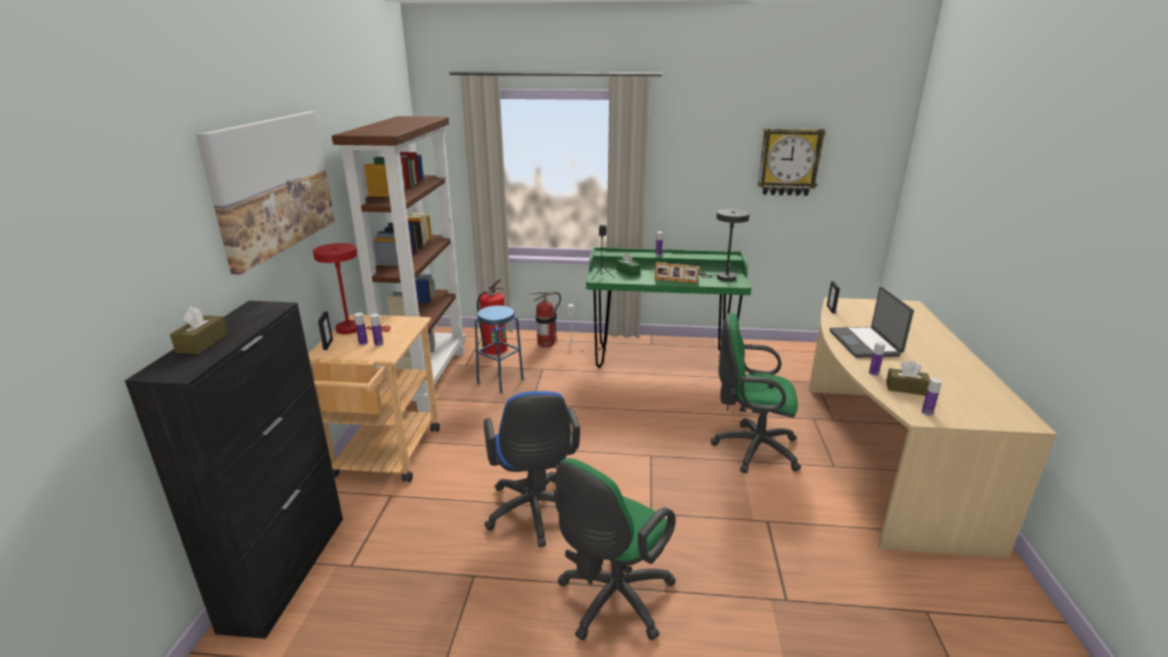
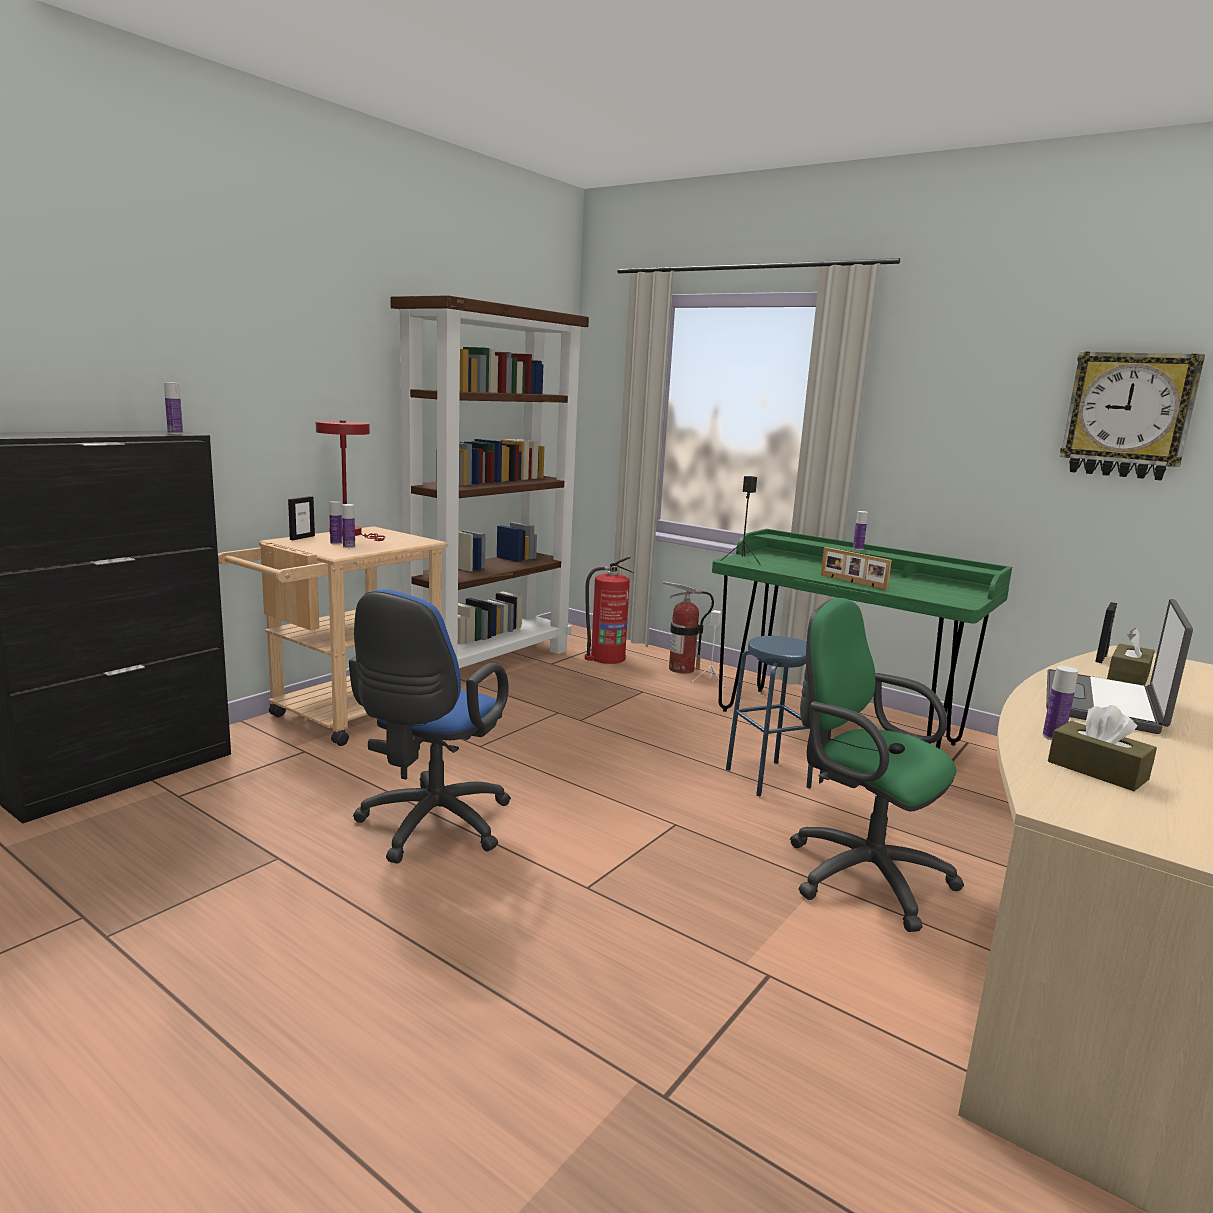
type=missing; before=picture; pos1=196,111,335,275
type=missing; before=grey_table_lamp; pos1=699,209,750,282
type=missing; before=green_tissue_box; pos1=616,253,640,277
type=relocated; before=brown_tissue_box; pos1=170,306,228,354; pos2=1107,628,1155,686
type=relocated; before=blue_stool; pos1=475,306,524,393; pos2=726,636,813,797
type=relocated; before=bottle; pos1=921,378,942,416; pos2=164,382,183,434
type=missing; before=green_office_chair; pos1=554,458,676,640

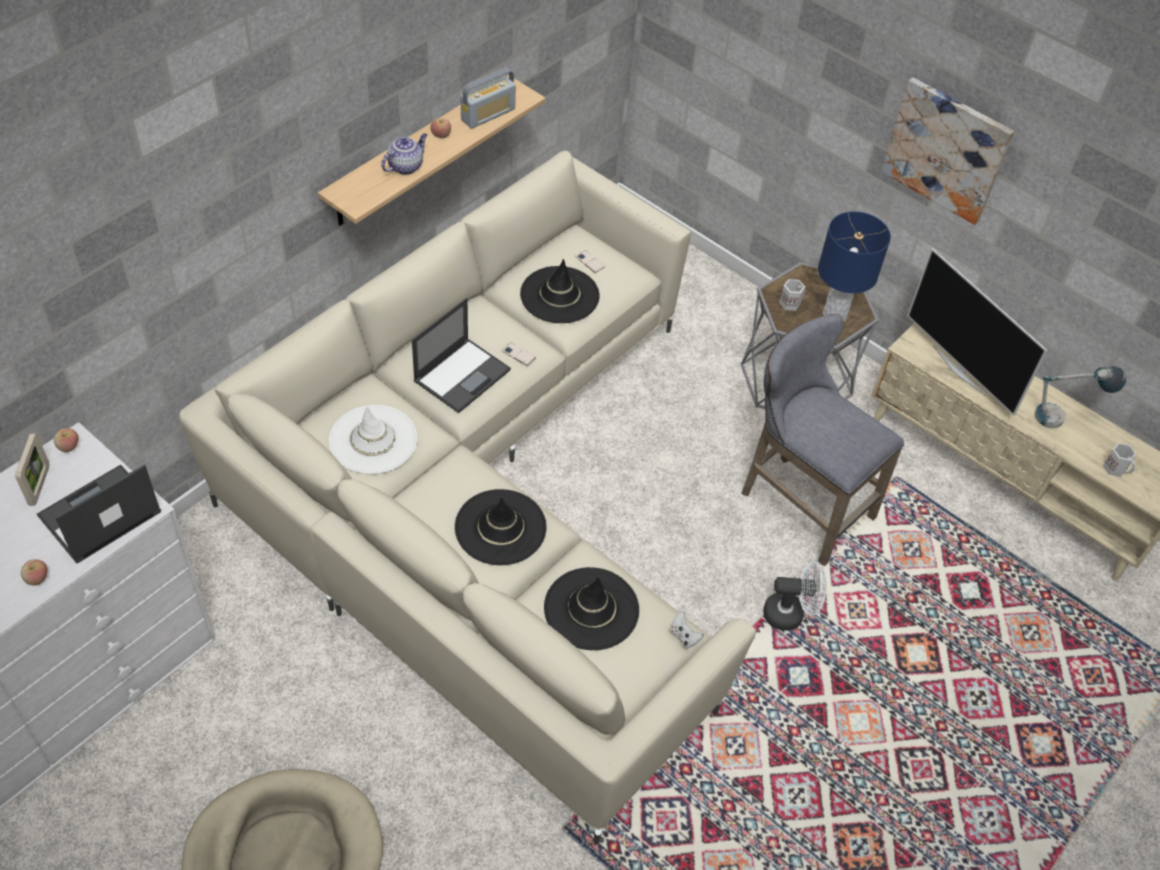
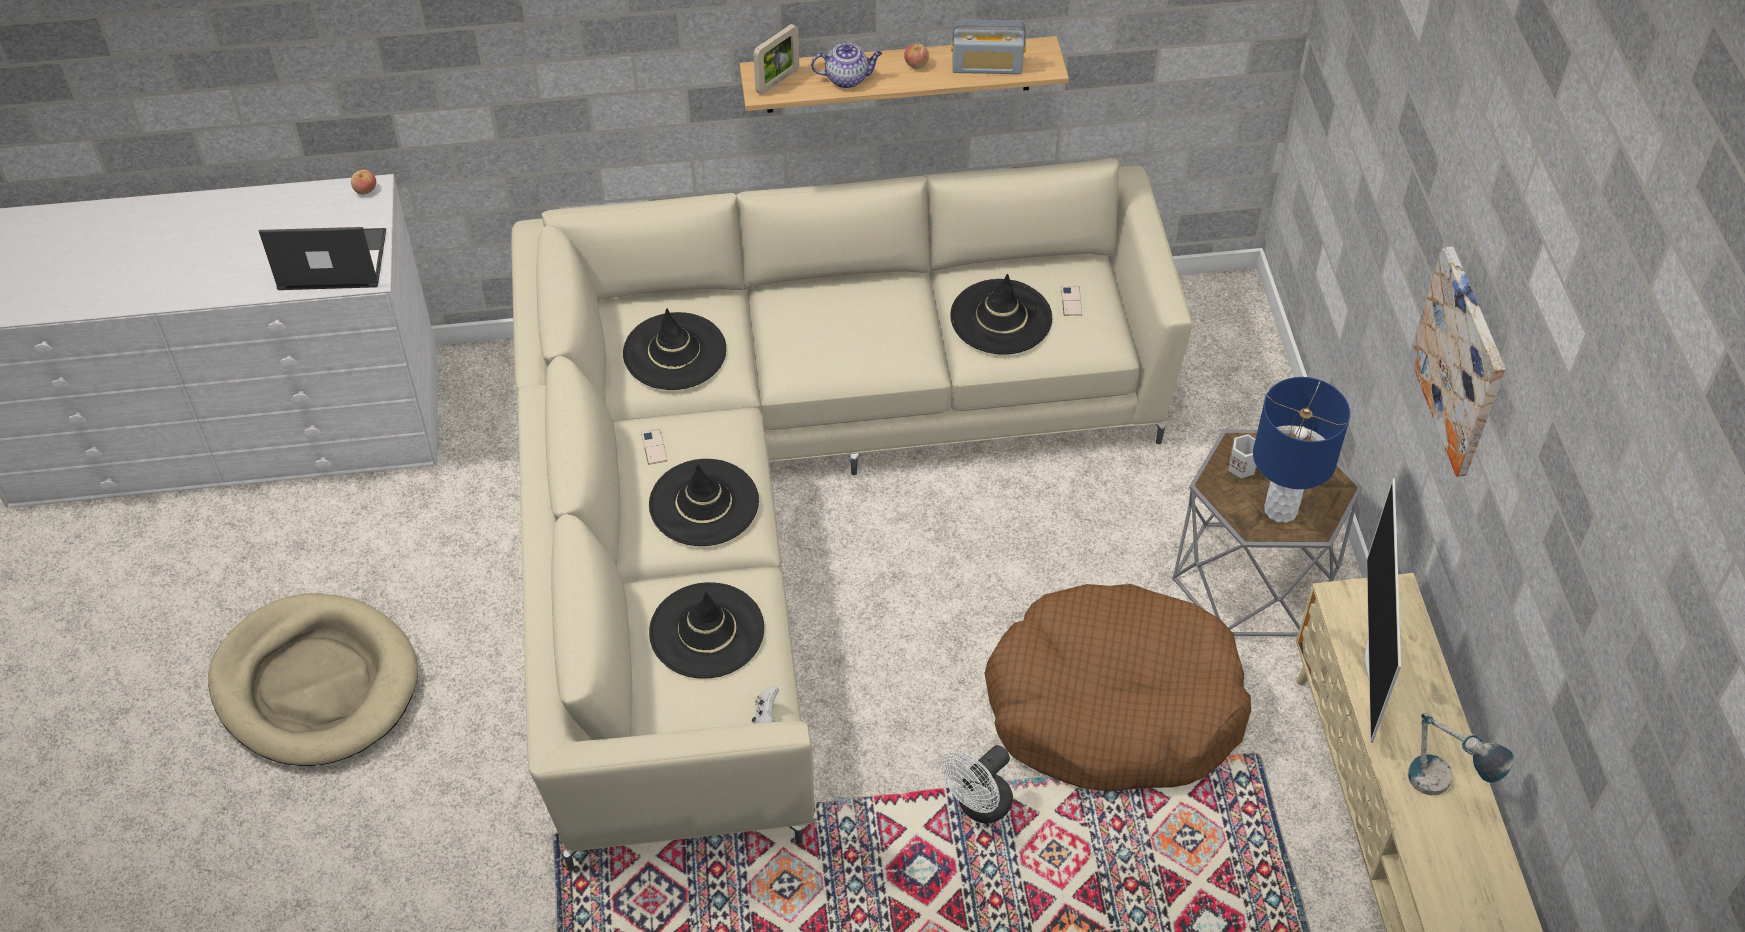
type=missing; before=laptop; pos1=412,298,511,413
type=exchanged; before=grey_stool; after=brown_dog_bed; pos1=741,314,904,566; pos2=985,584,1251,791
type=relocated; before=phone; pos1=502,342,536,366; pos2=641,429,667,465
type=colour; before=white_hat; after=black_hat; pos1=329,405,417,474; pos2=623,308,726,390
type=relocated; before=picture_frame; pos1=15,434,49,506; pos2=753,24,799,95
type=missing; before=white_mug; pos1=1103,443,1136,477
type=missing; before=apple; pos1=21,559,48,586
type=spun; before=white_fan; pos1=763,561,827,631; pos2=942,745,1013,824; turn=90

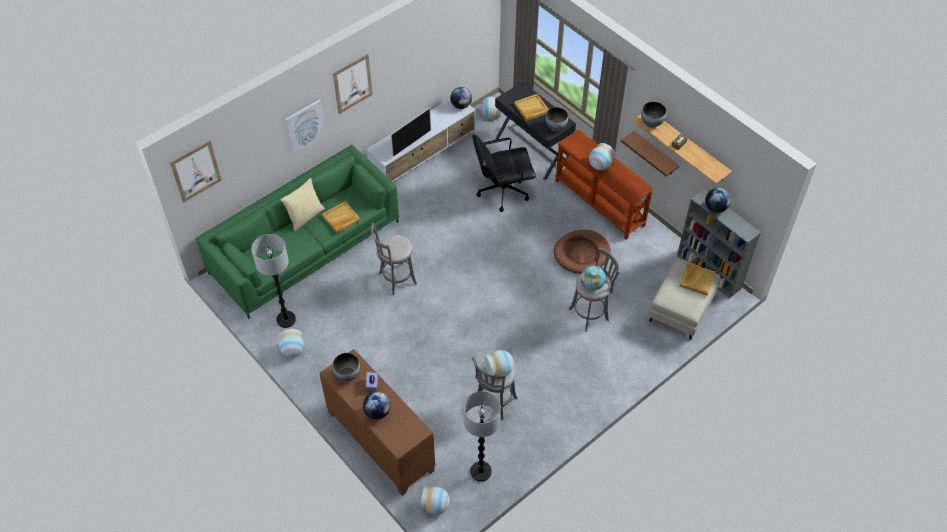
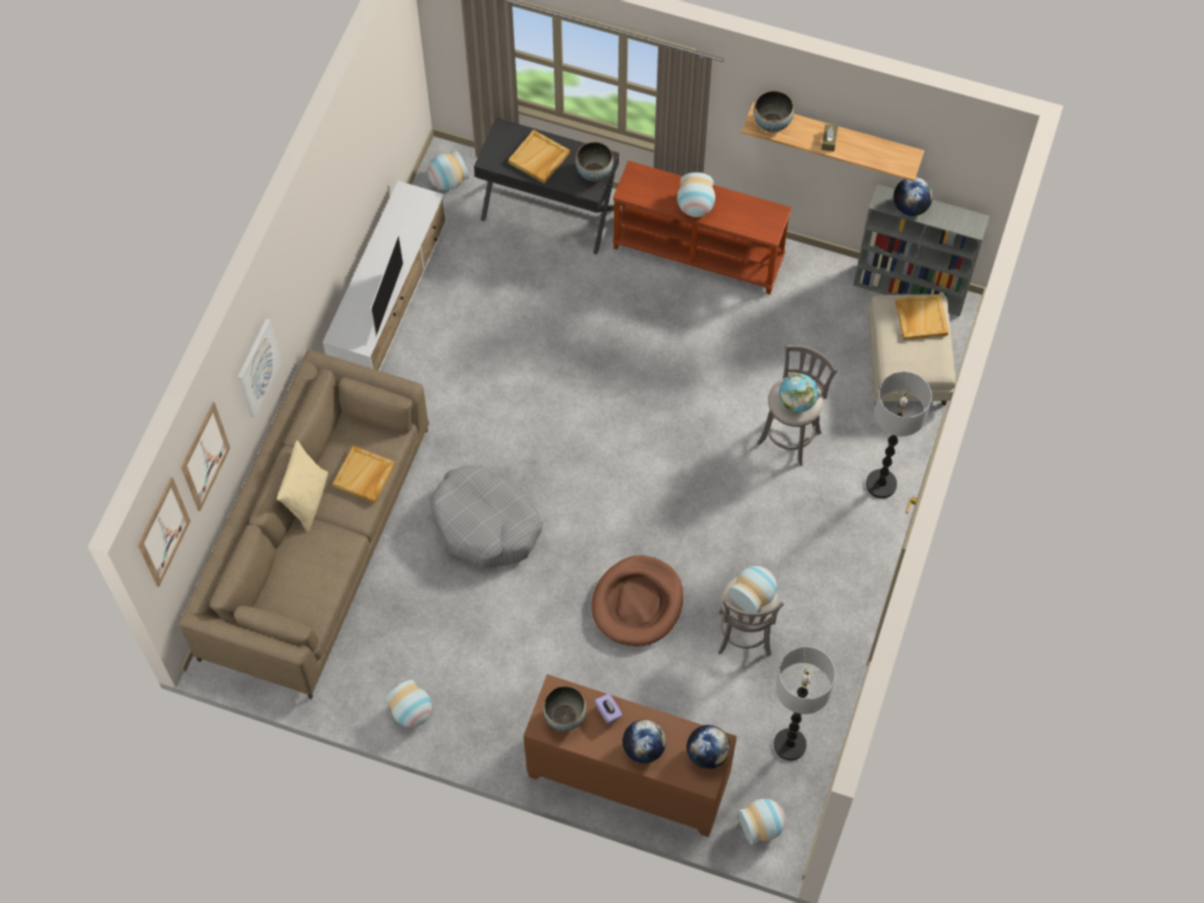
type=relocated; before=picture; pos1=333,54,373,114; pos2=181,402,230,511
type=relocated; before=globe; pos1=450,87,472,109; pos2=687,725,730,769
type=missing; before=brown_shelf; pos1=621,131,680,176
type=missing; before=black_office_chair; pos1=473,134,536,212
type=colour; before=green_sofa; after=brown_sofa; pos1=196,145,399,319; pos2=179,349,429,699
type=exchanged; before=grey_stool; after=grey_dog_bed; pos1=371,223,417,295; pos2=430,466,542,568
type=relocated; before=brown_dog_bed; pos1=554,230,611,274; pos2=591,555,683,646
type=relocated; before=floor_lamp; pos1=251,234,296,328; pos2=866,371,932,498

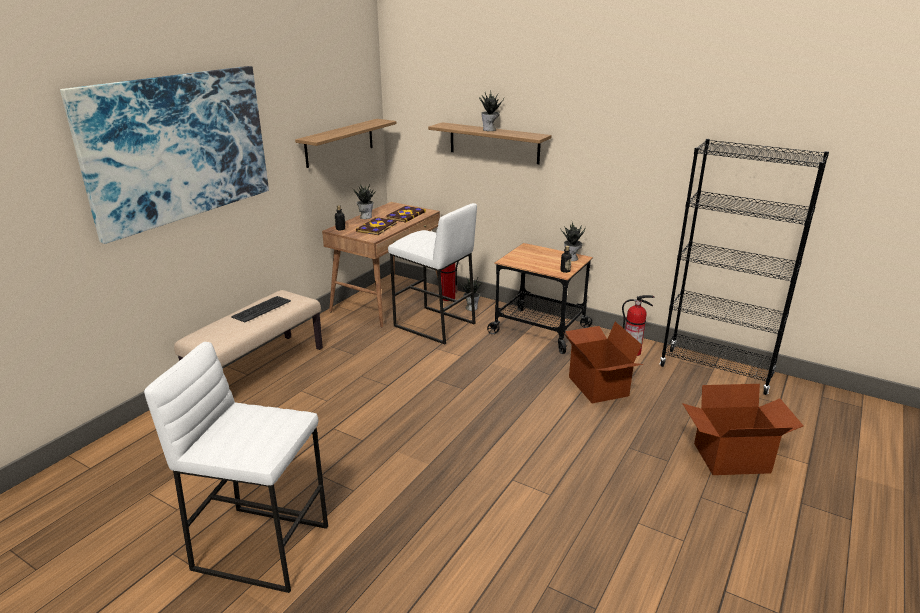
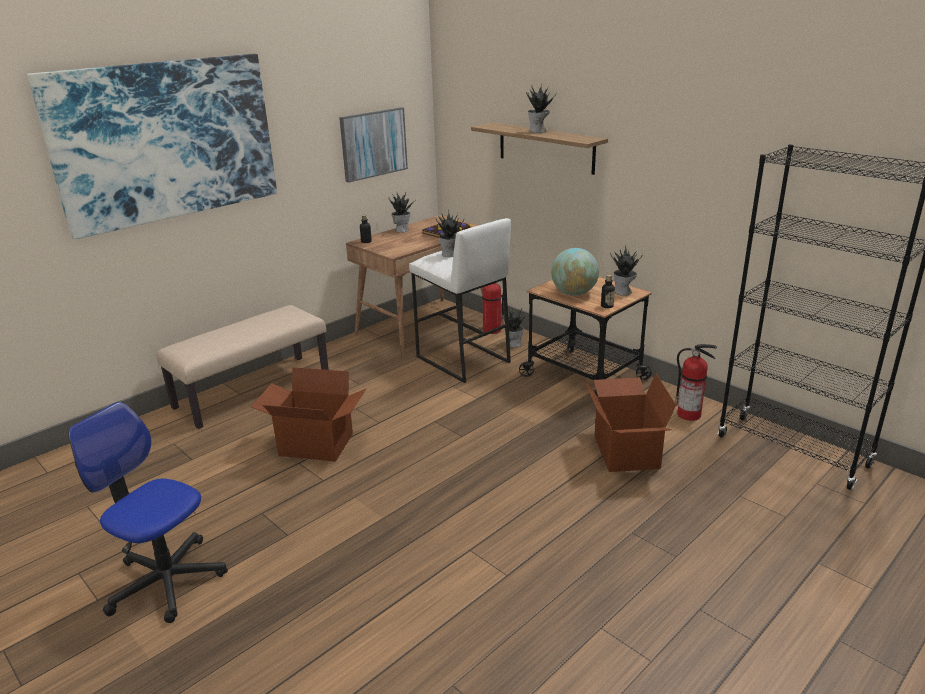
type=exchanged; before=shelf; after=picture; pos1=295,119,397,168; pos2=339,107,408,183
type=missing; before=book; pos1=356,217,397,235
type=missing; before=keyboard; pos1=231,296,291,322
type=exchanged; before=white_stool; after=office_chair; pos1=144,342,328,593; pos2=68,402,228,623
type=relocated; before=cardboard_box; pos1=682,384,804,475; pos2=251,367,367,462
type=appeared; after=potted_plant; pos2=436,210,465,257
type=appeared; after=globe; pos2=551,248,599,296

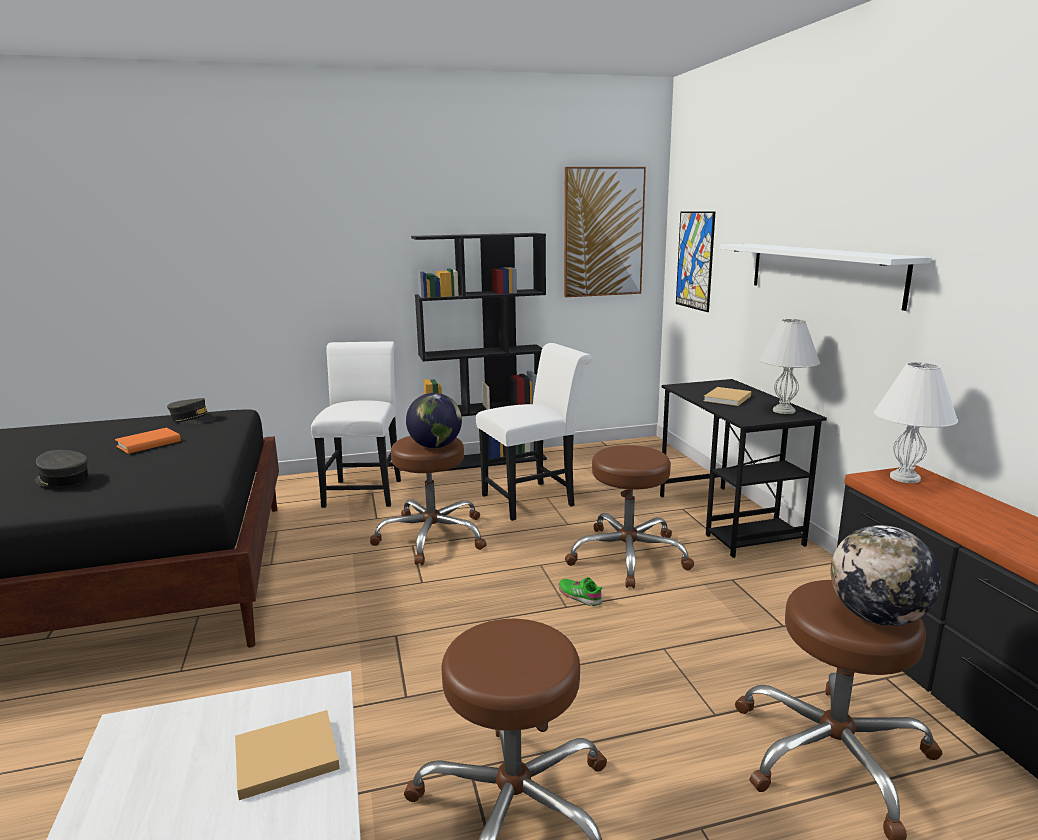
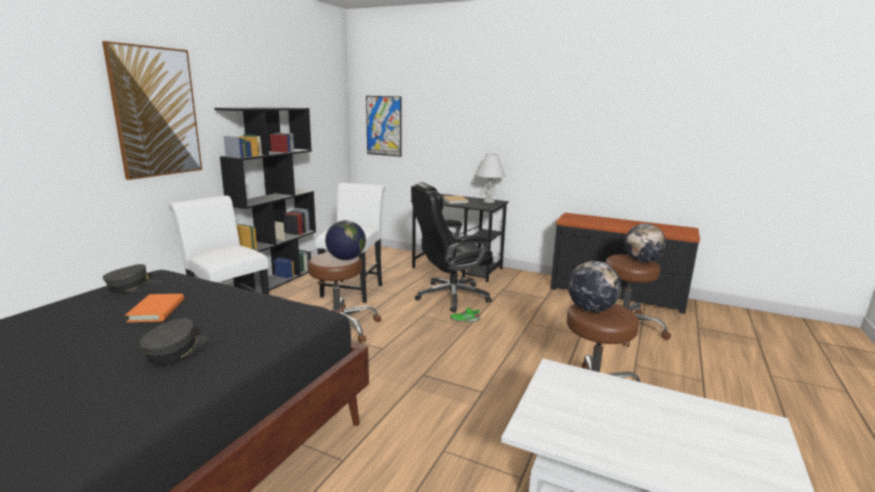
type=relocated; before=picture; pos1=564,167,646,297; pos2=102,41,202,180
type=missing; before=white_shelf; pos1=720,244,931,311
type=missing; before=white_table_lamp; pos1=874,362,958,483
type=exchanged; before=brown_stool; after=black_office_chair; pos1=565,445,694,588; pos2=411,182,493,313
type=spun; before=grey_cap; pos1=35,450,88,487; pos2=139,318,208,365; turn=135
type=missing; before=beige_book; pos1=235,710,340,800
type=appeared; after=globe; pos2=568,261,621,312

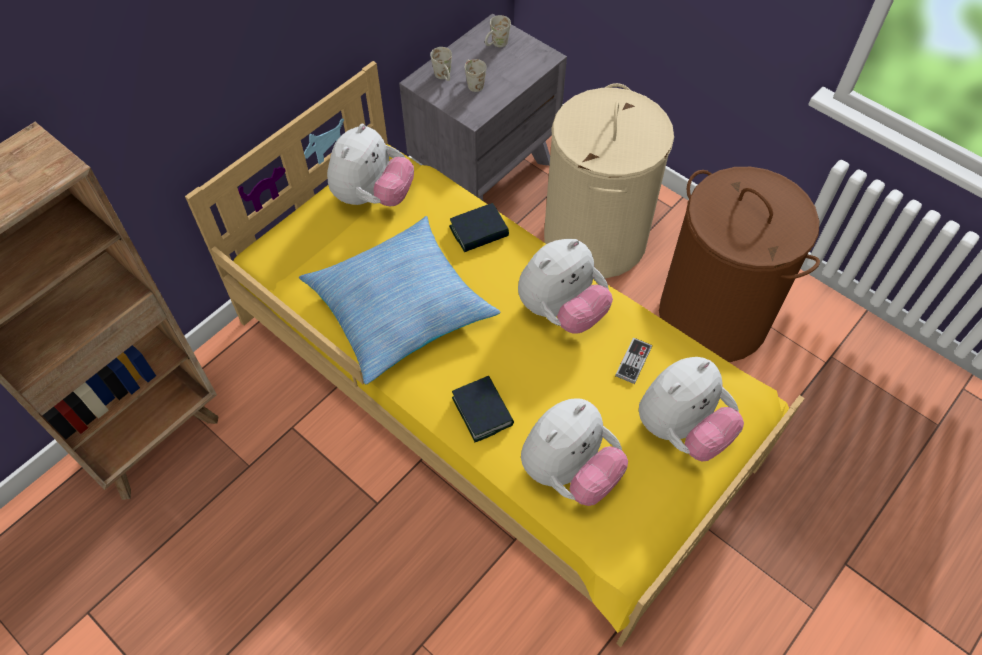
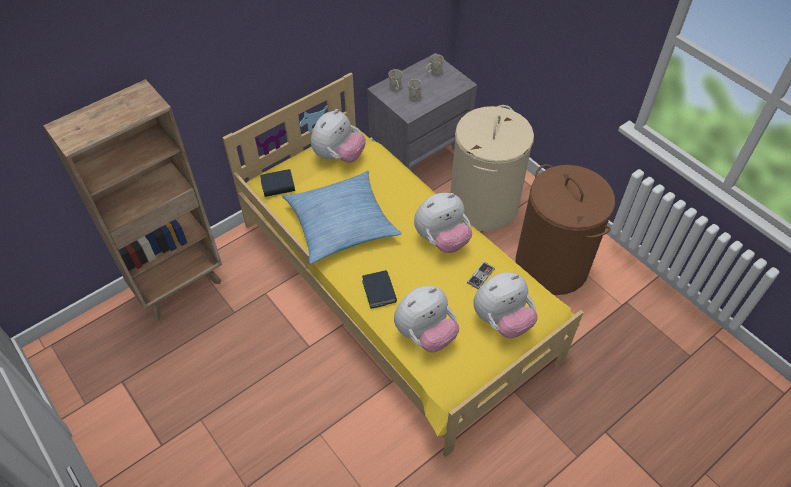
type=relocated; before=book; pos1=449,203,509,252; pos2=260,169,295,197

